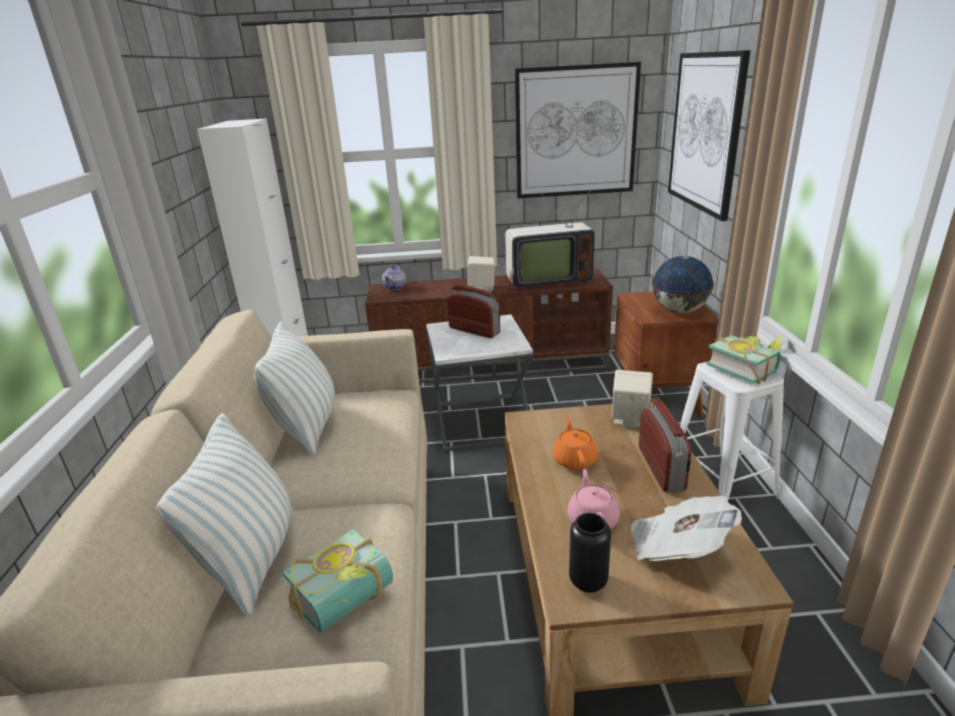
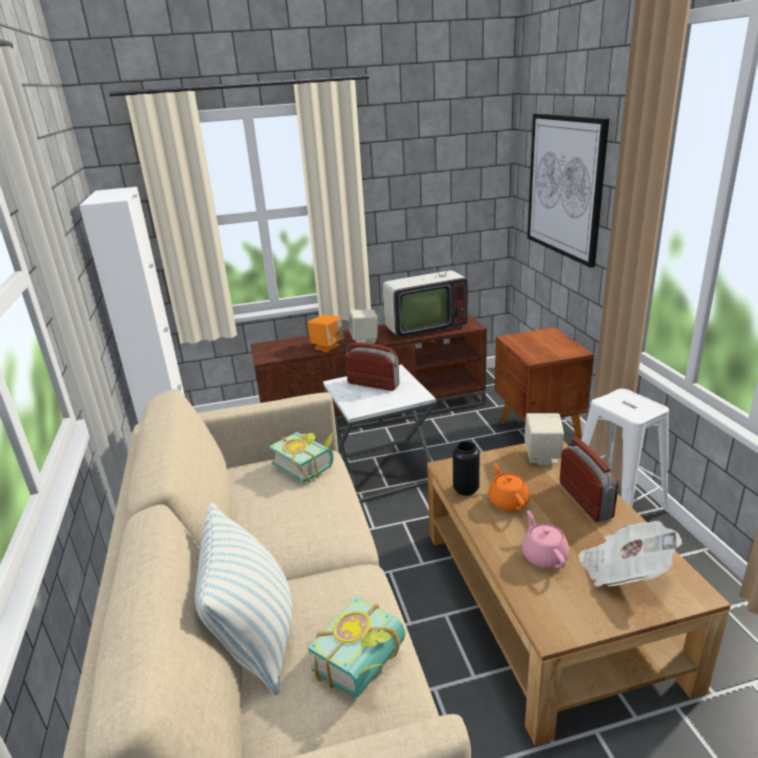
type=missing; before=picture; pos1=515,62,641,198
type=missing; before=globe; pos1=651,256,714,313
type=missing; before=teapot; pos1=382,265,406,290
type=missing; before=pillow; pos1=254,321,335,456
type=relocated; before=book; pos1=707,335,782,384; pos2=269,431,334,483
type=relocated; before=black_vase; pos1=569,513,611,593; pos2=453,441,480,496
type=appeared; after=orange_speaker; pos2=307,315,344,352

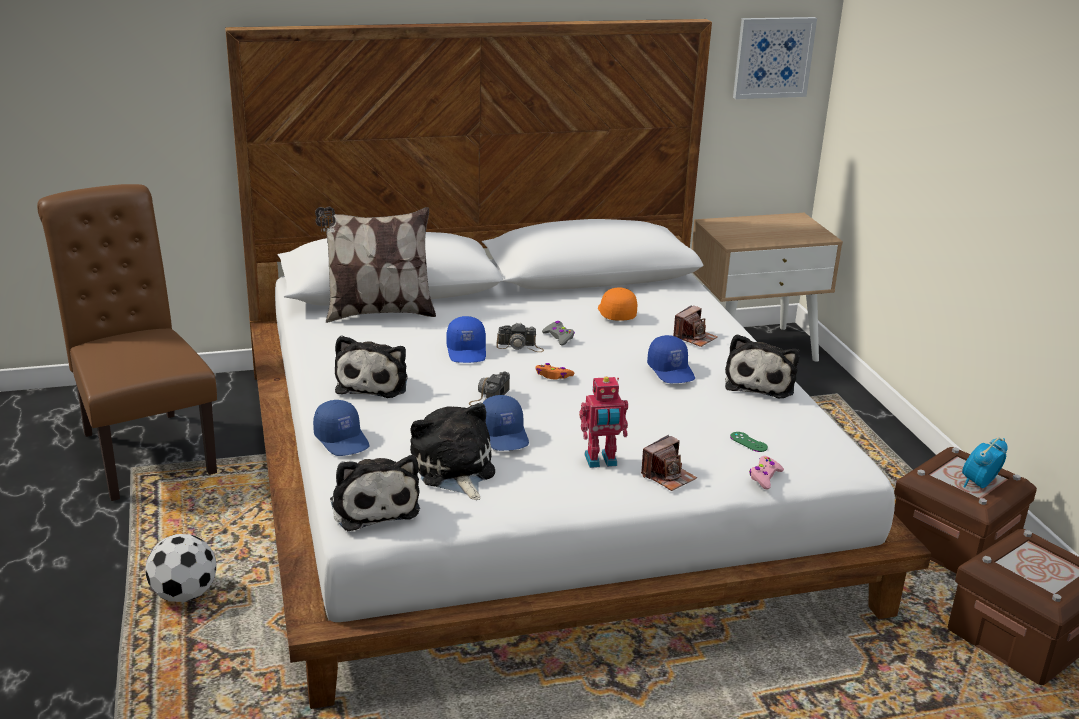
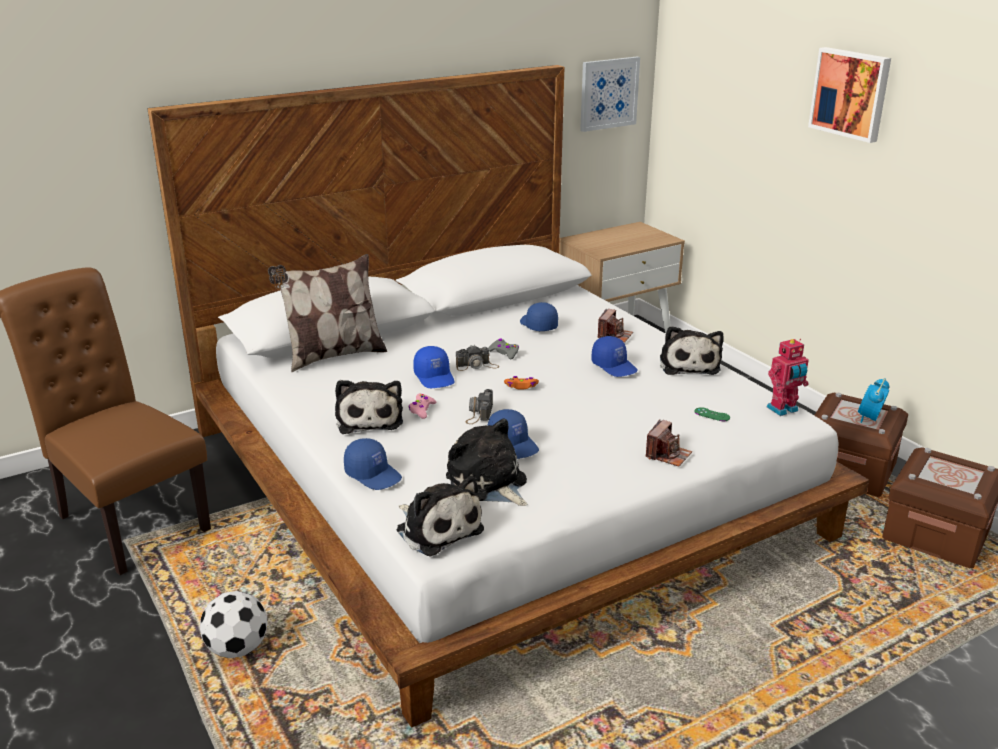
type=colour; before=orange_cap; after=blue_cap; pos1=598,287,637,321; pos2=520,302,558,331
type=relocated; before=toy_robot; pos1=579,377,628,468; pos2=767,339,809,416
type=relocated; before=pink_game_controller; pos1=749,456,784,489; pos2=409,393,436,419
type=appeared; after=picture; pos2=808,47,891,143

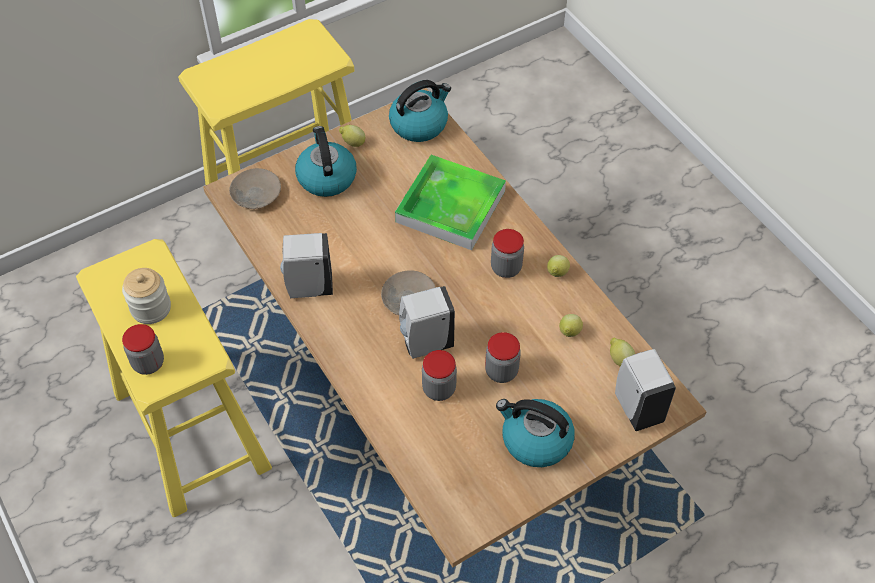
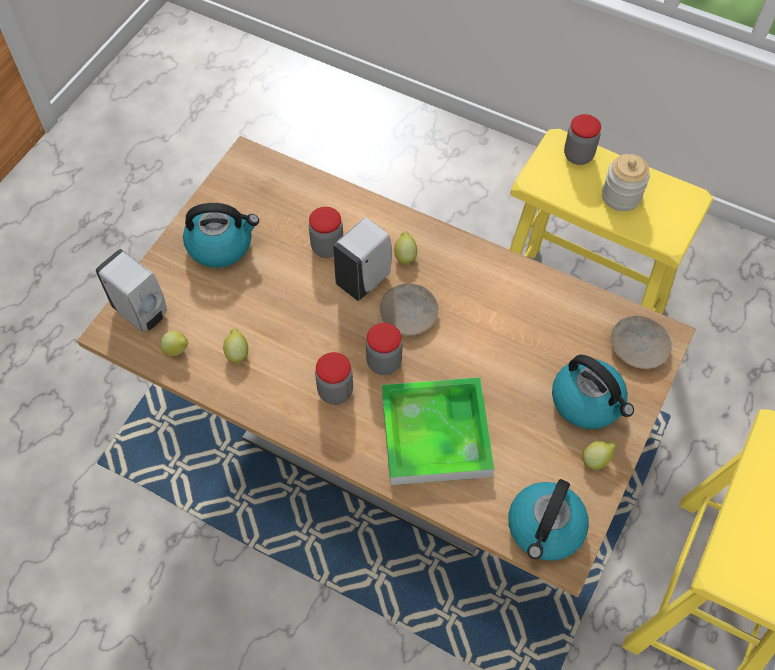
type=missing; before=white_soap_dispenser; pos1=280,233,333,298
type=relocated; before=lemon; pos1=547,255,570,277; pos2=394,231,417,266
type=relocated; before=jar; pos1=485,332,521,383; pos2=366,323,402,375

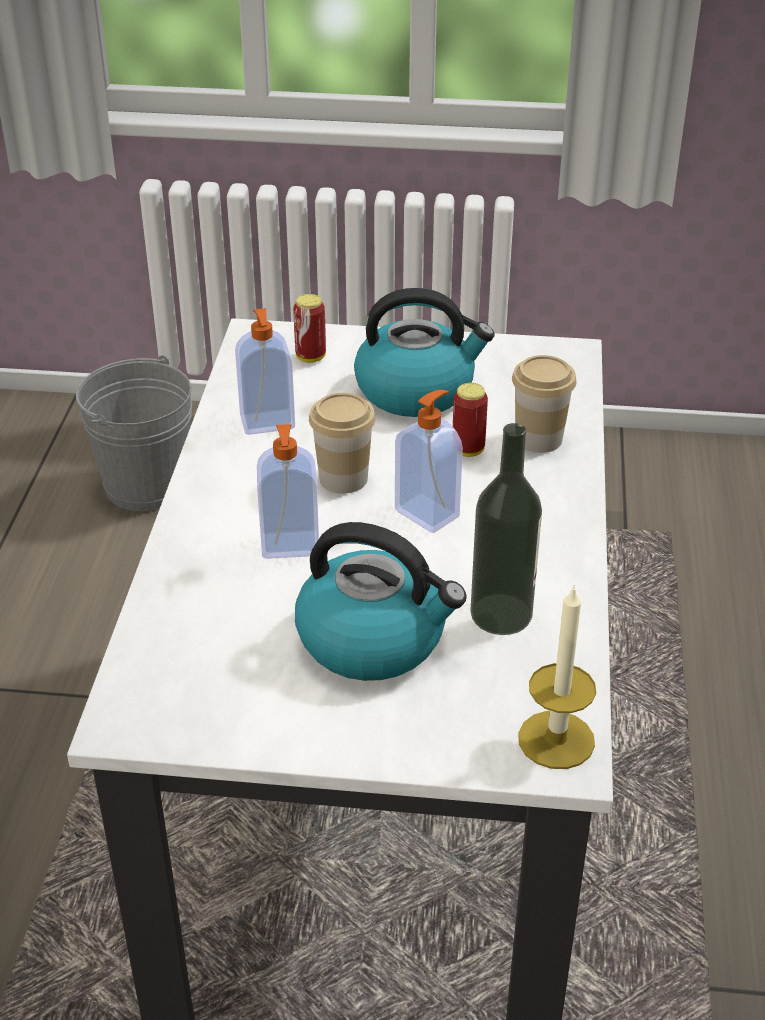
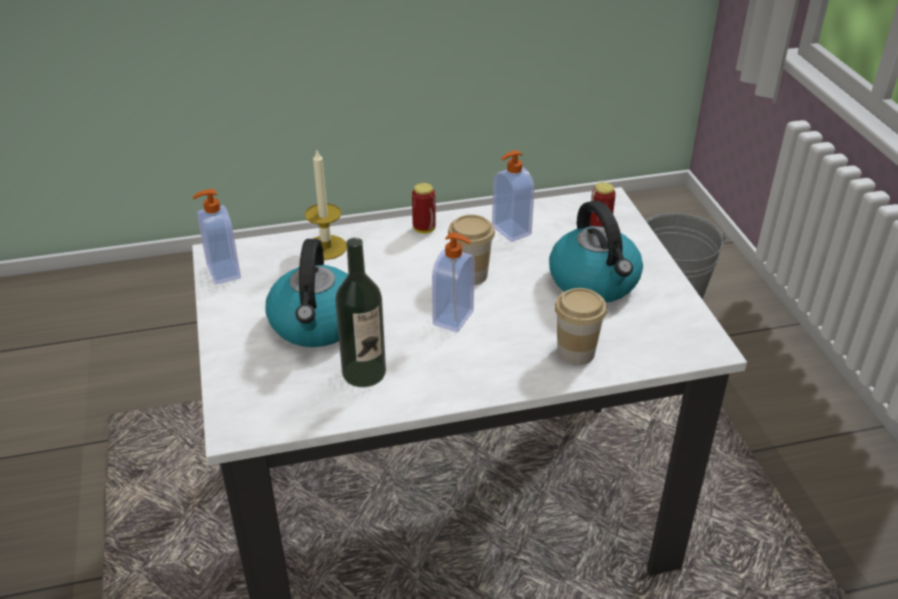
type=relocated; before=can; pos1=453,383,488,457; pos2=412,183,436,233
type=relocated; before=soap_dispenser; pos1=257,424,319,559; pos2=193,189,241,285
type=relocated; before=candle; pos1=518,585,596,769; pos2=305,150,347,260

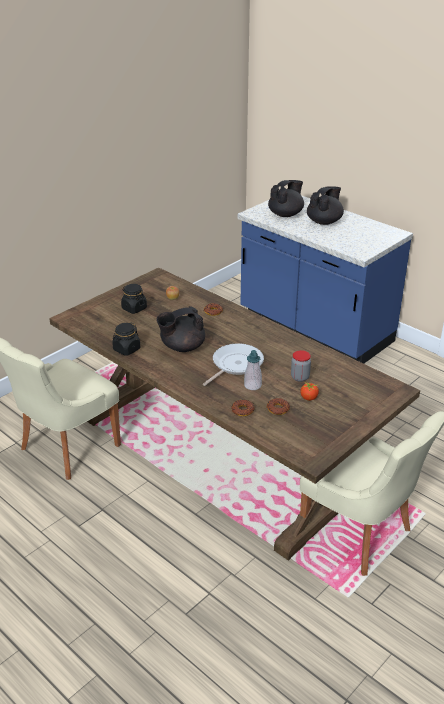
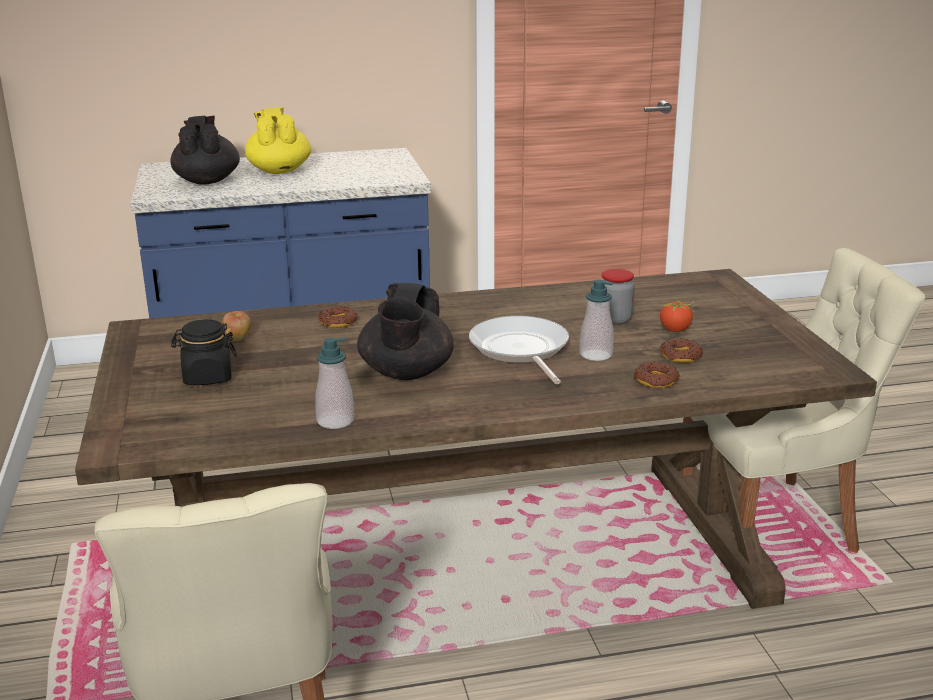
type=colour; before=black_teapot; after=yellow_teapot; pos1=307,186,344,225; pos2=245,107,311,174
type=exchanged; before=black_jar; after=soap_dispenser; pos1=112,323,140,356; pos2=315,338,354,429

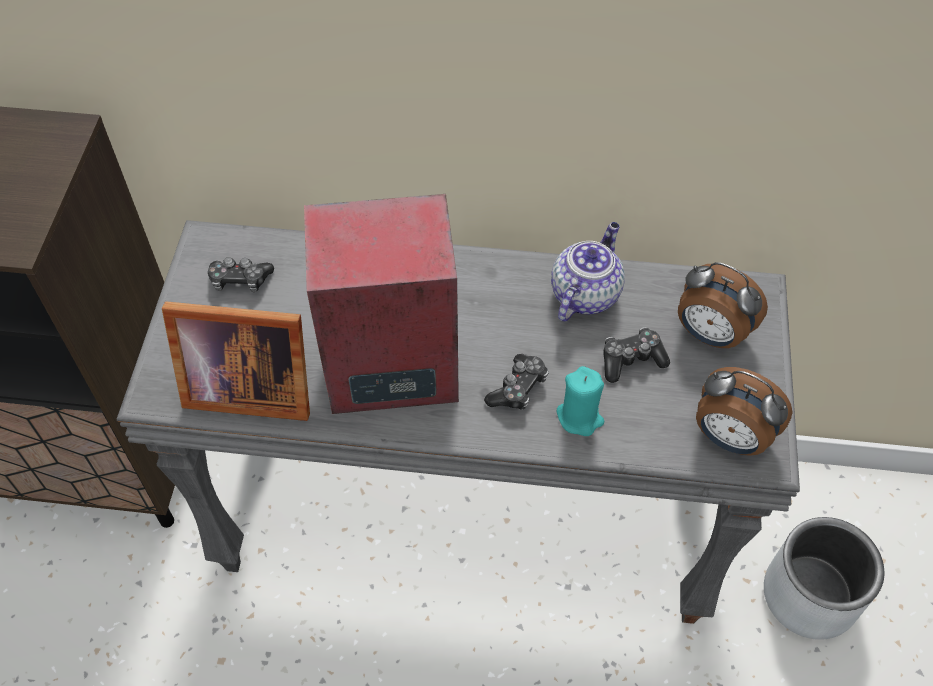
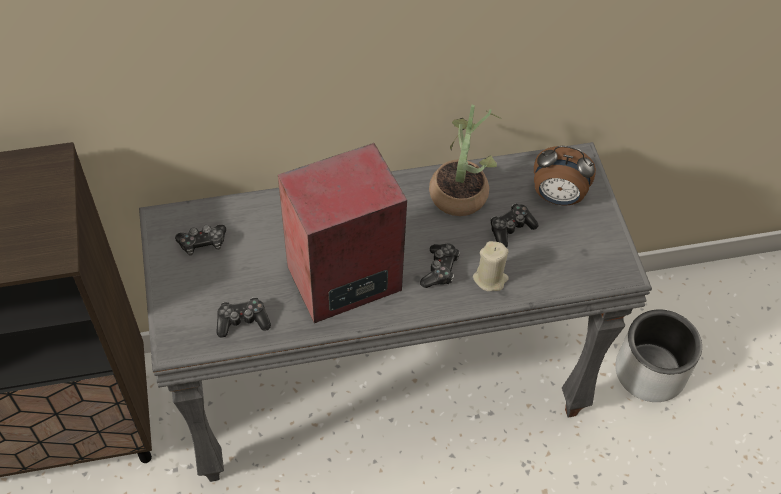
type=exchanged; before=teapot; after=potted_plant; pos1=551,222,625,322; pos2=429,105,502,216
type=exchanged; before=picture_frame; after=game_controller; pos1=162,301,310,421; pos2=217,297,271,338
type=colour; before=turquoise_candle; after=beige_candle; pos1=557,366,604,436; pos2=473,241,509,291
type=missing; before=alarm_clock; pos1=696,367,793,456

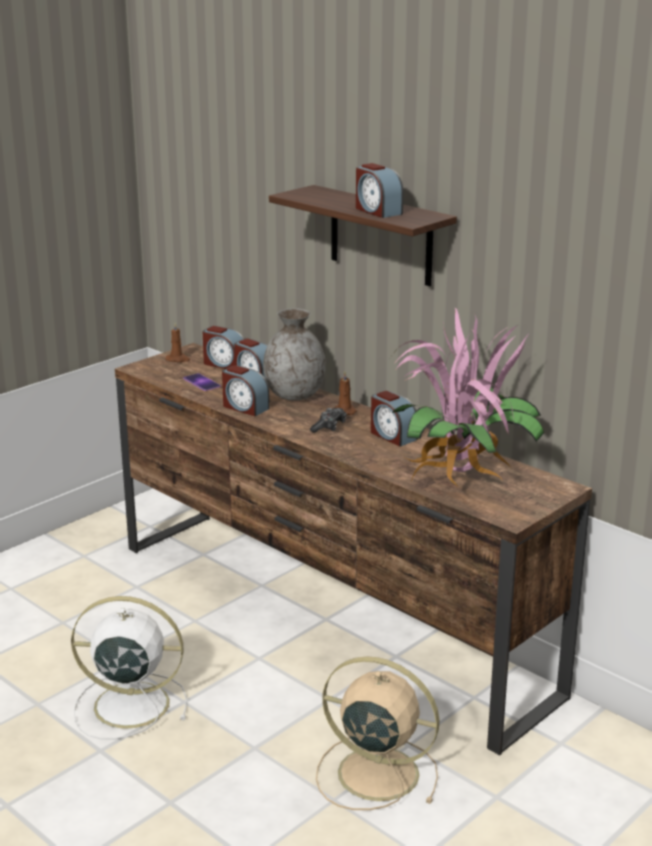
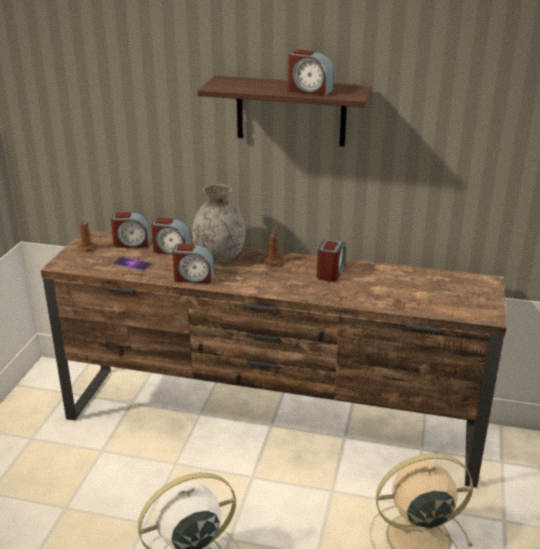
type=missing; before=potted_plant; pos1=390,308,544,487
type=spun; before=alarm_clock; pos1=371,391,418,447; pos2=317,239,347,282; turn=-90
type=missing; before=game_controller; pos1=310,408,347,433

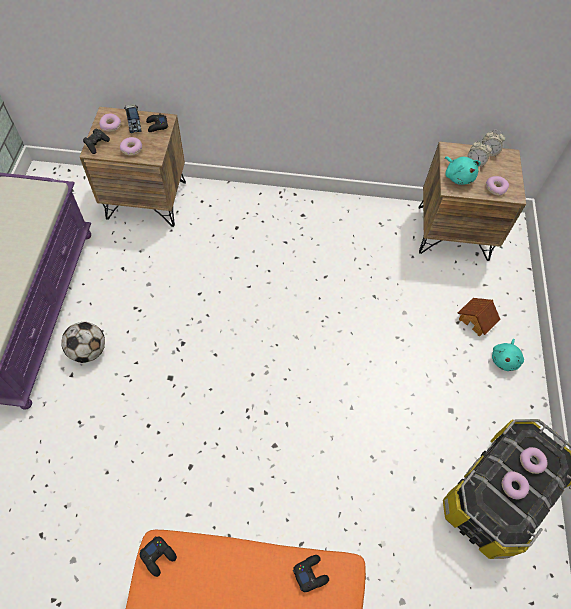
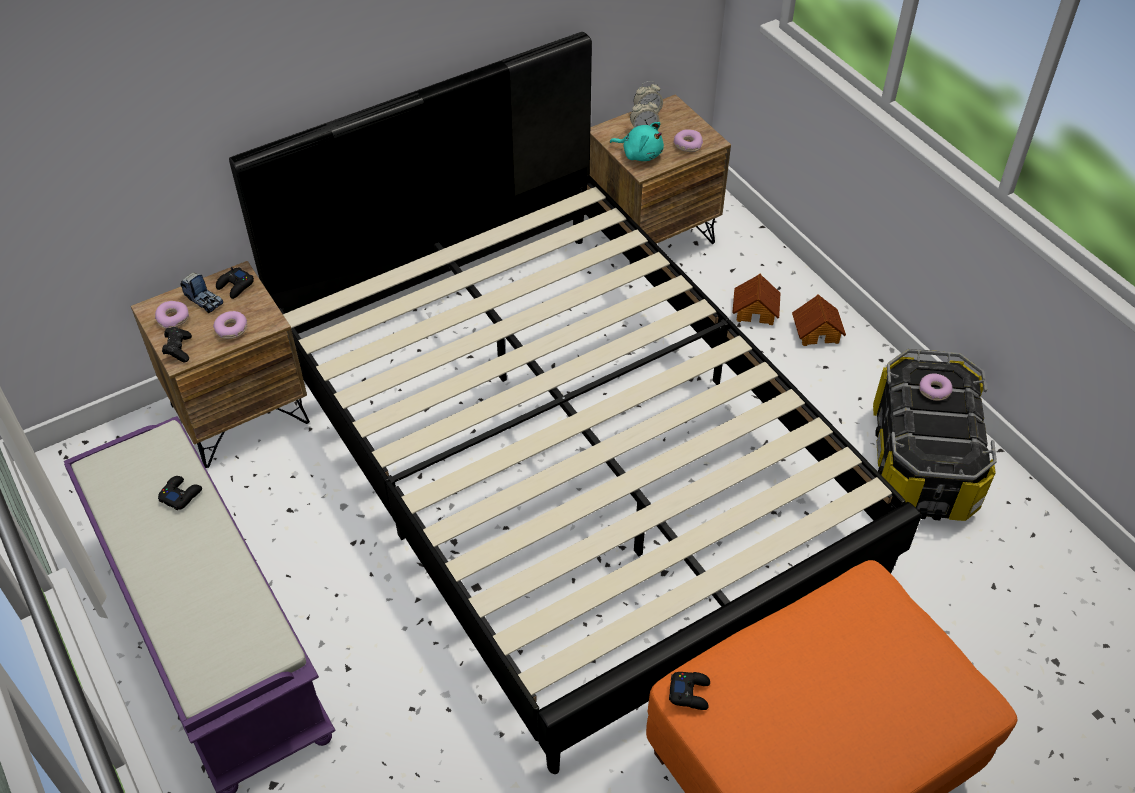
type=missing; before=football; pos1=61,322,105,363
type=exchanged; before=turquoise_plush_toy; after=toy_house; pos1=492,339,524,371; pos2=792,294,846,346
type=missing; before=donut; pos1=502,471,529,500
type=relocated; before=black_game_controller; pos1=293,555,329,592; pos2=158,476,202,510
type=appeared; after=black_bed; pos2=229,32,921,774

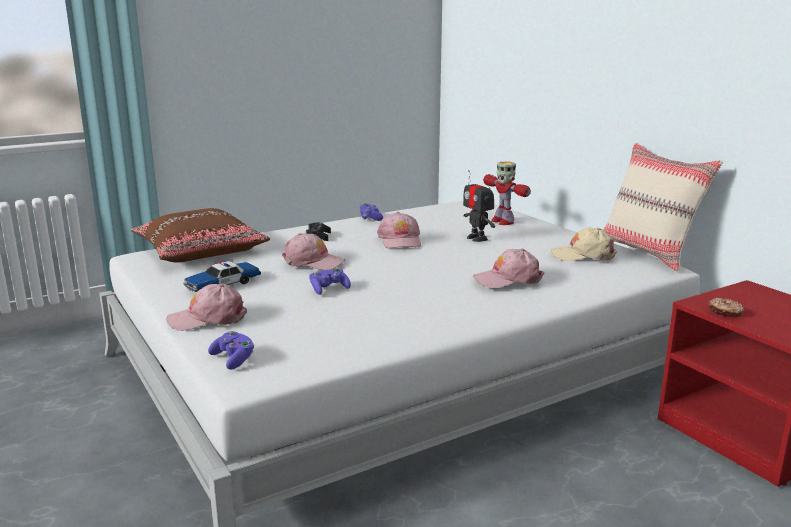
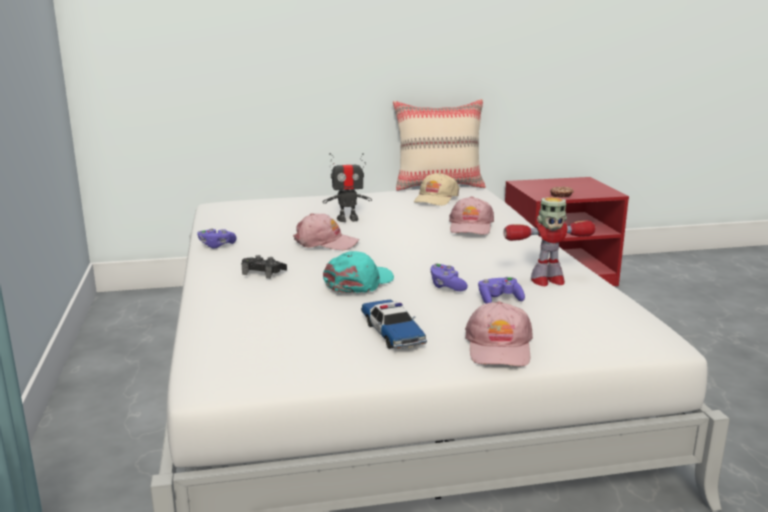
type=relocated; before=toy_robot; pos1=483,162,531,225; pos2=503,197,596,286
type=missing; before=brown_pillow; pos1=131,208,270,262
type=colour; before=pink_cap; after=turquoise_cap; pos1=282,233,345,270; pos2=323,251,394,293
type=relocated; before=purple_game_controller; pos1=208,331,254,370; pos2=478,277,525,304

